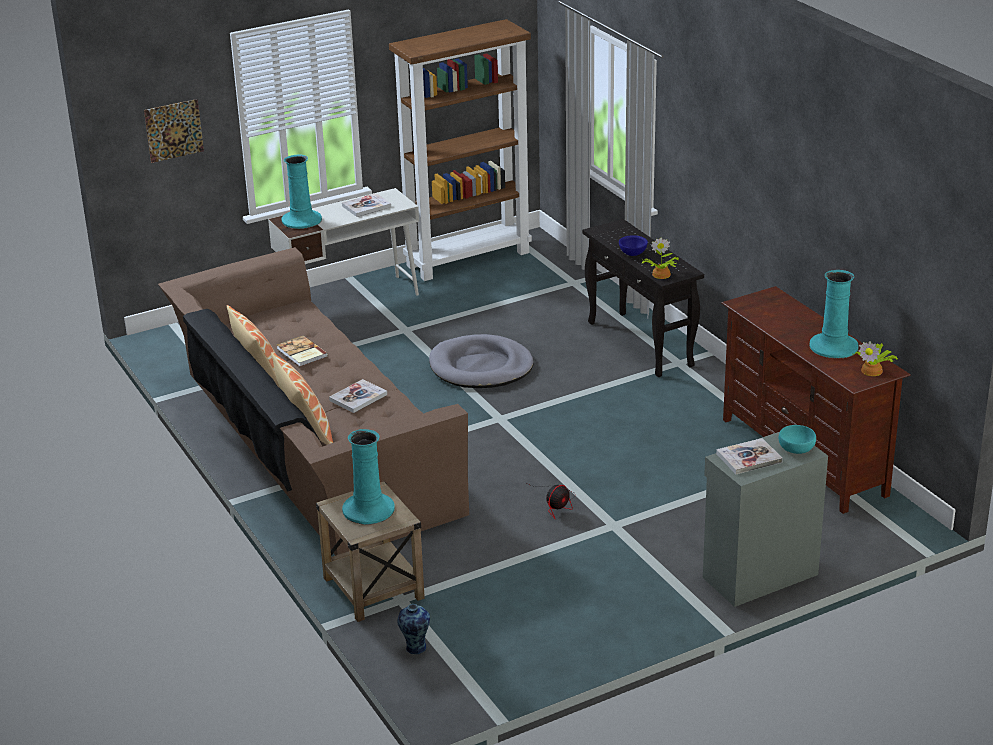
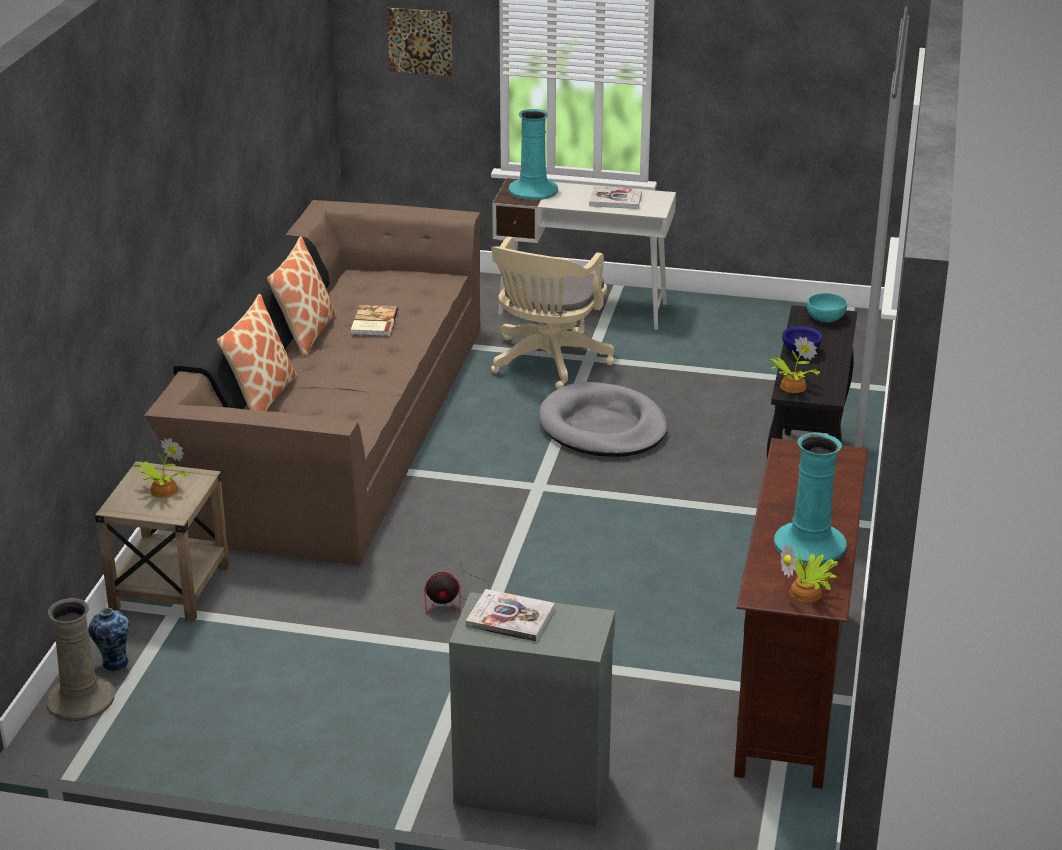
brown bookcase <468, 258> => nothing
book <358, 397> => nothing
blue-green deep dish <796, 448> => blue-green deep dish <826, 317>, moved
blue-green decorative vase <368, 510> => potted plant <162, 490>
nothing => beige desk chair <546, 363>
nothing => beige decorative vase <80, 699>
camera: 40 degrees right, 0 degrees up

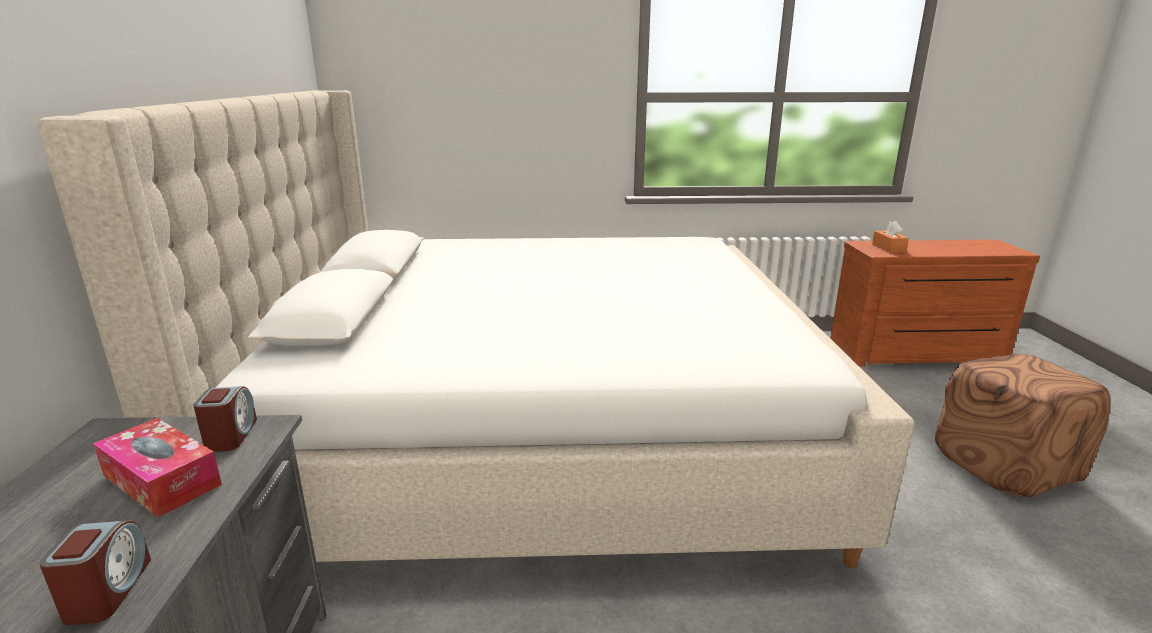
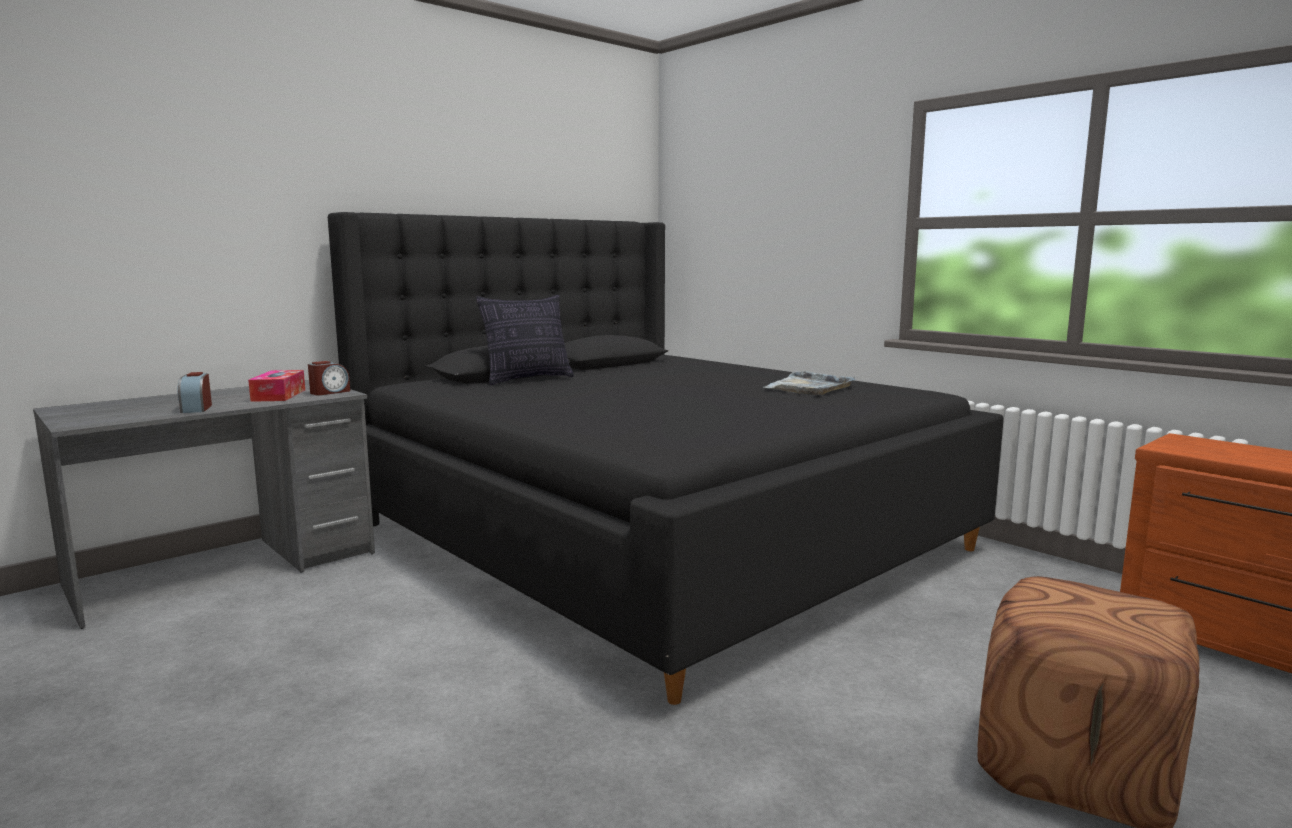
beige sleeping bed <537, 427> => black-coloured sleeping bed <654, 533>
orange box of tissues <888, 248> => nothing
table clock <108, 591> => table clock <196, 408>, 120 degrees clockwise
nothing => pillow <527, 379>
nothing => greyish carrying tray <808, 387>
camera: 50 degrees right, 10 degrees down

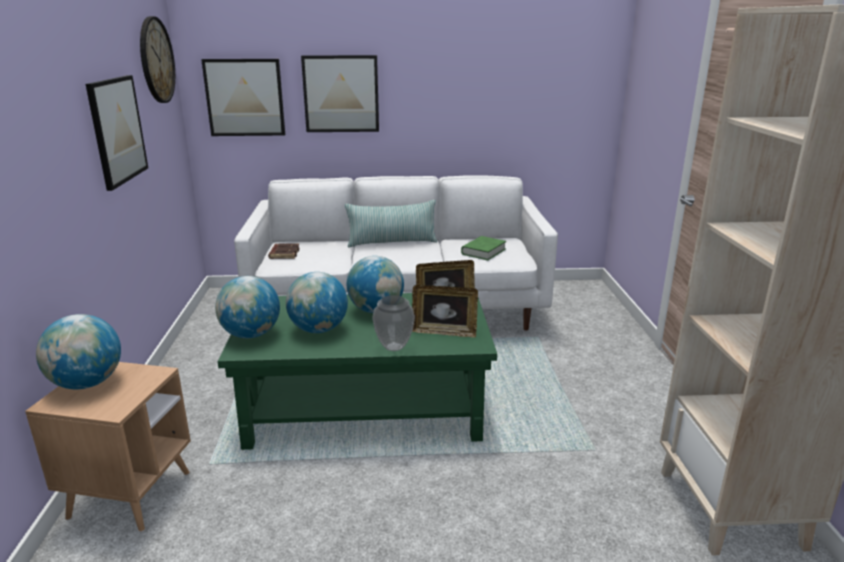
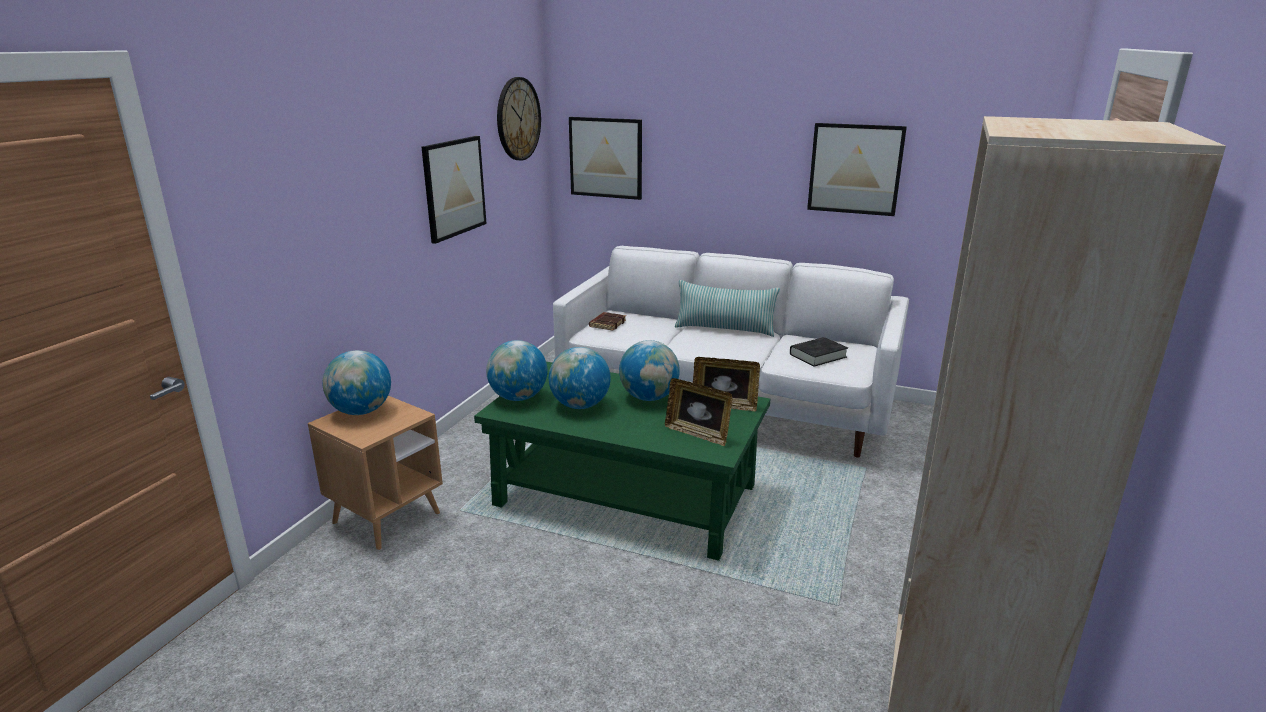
picture <341, 94> => picture <855, 169>, moved
green-coloured book <483, 252> => black-coloured book <818, 356>
decorative vase <394, 347> => nothing
camera: 25 degrees right, 0 degrees up

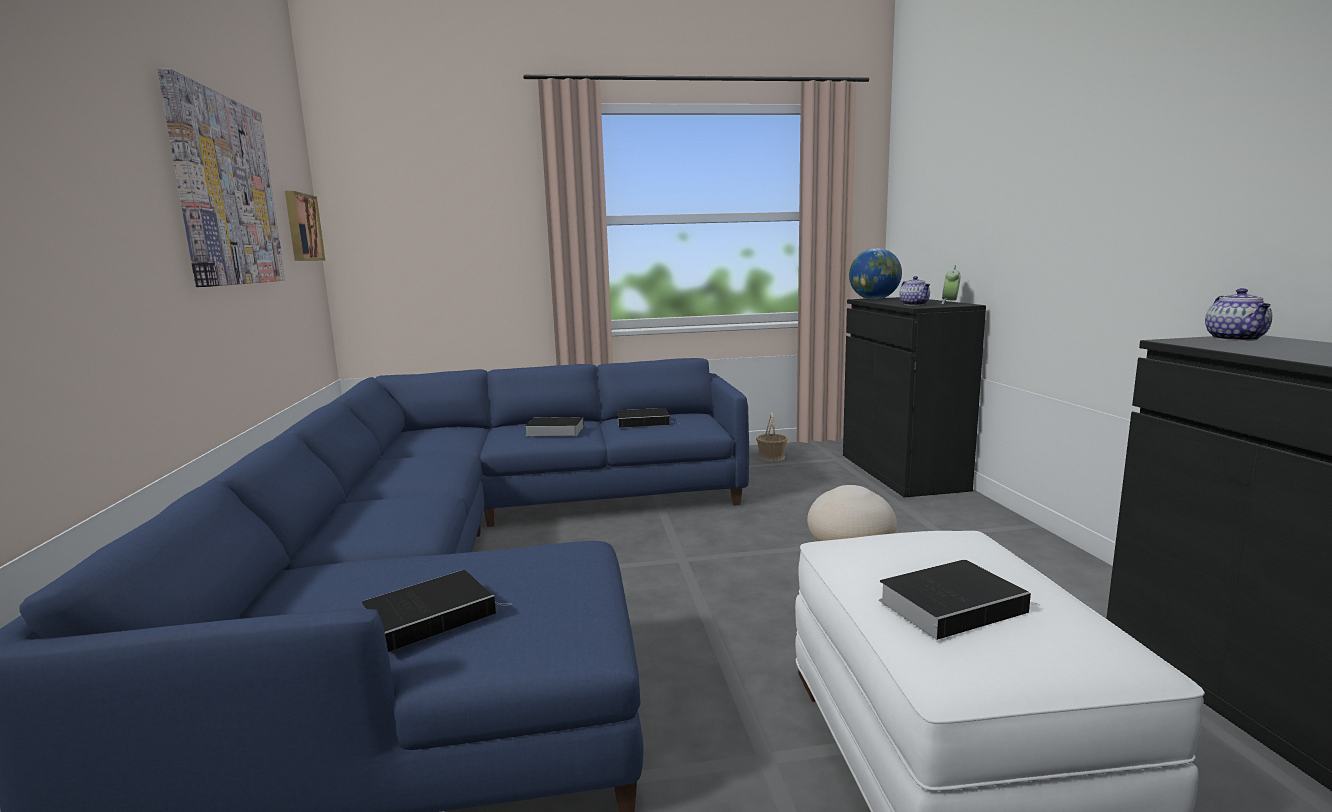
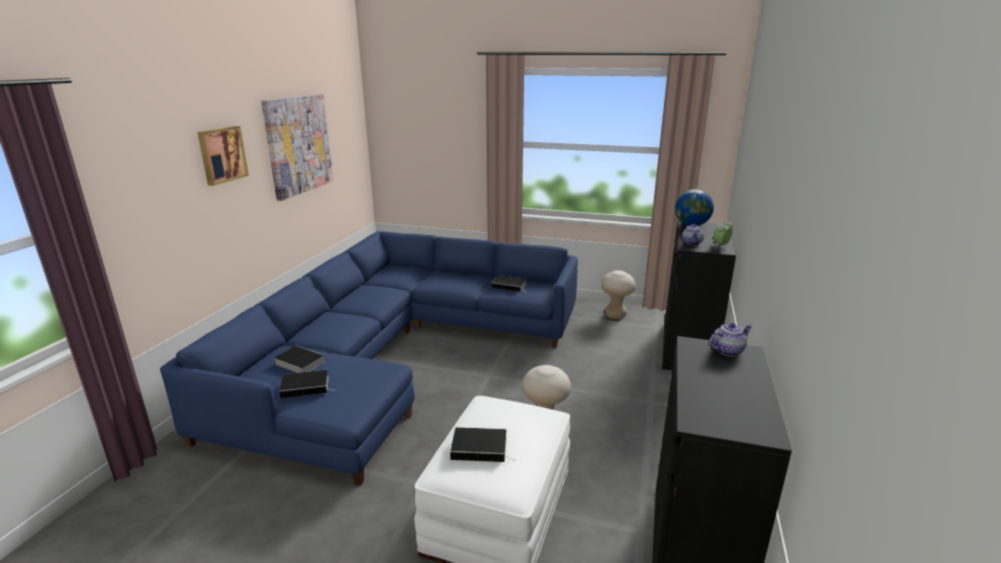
picture <301, 227> => picture <221, 154>, moved
tea pot <1236, 339> => tea pot <728, 350>, 150 degrees counterclockwise
household basket <772, 457> => beige stool <615, 315>
book <553, 431> => book <298, 362>, moved
camera: 25 degrees right, 10 degrees up

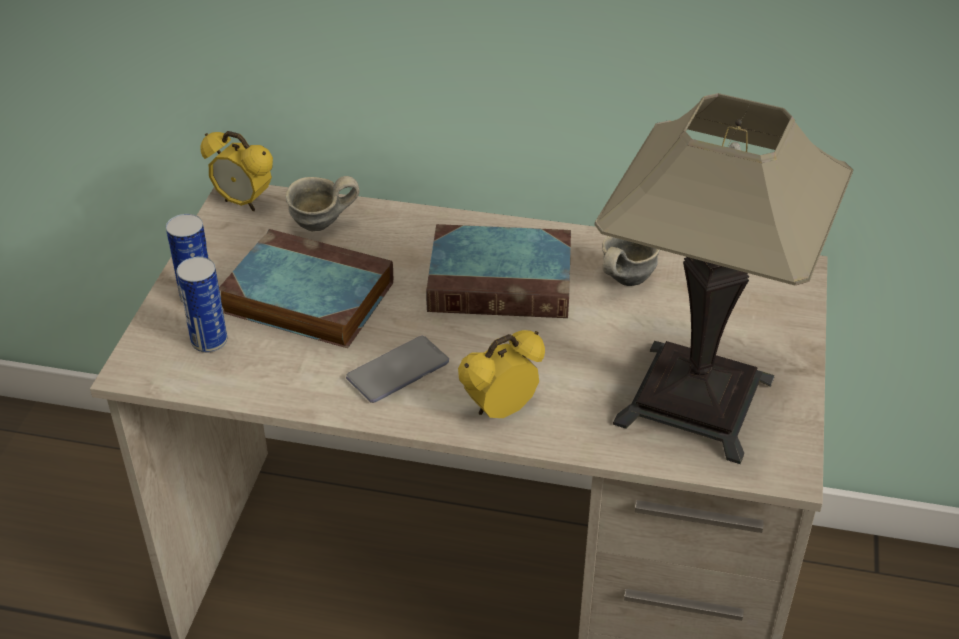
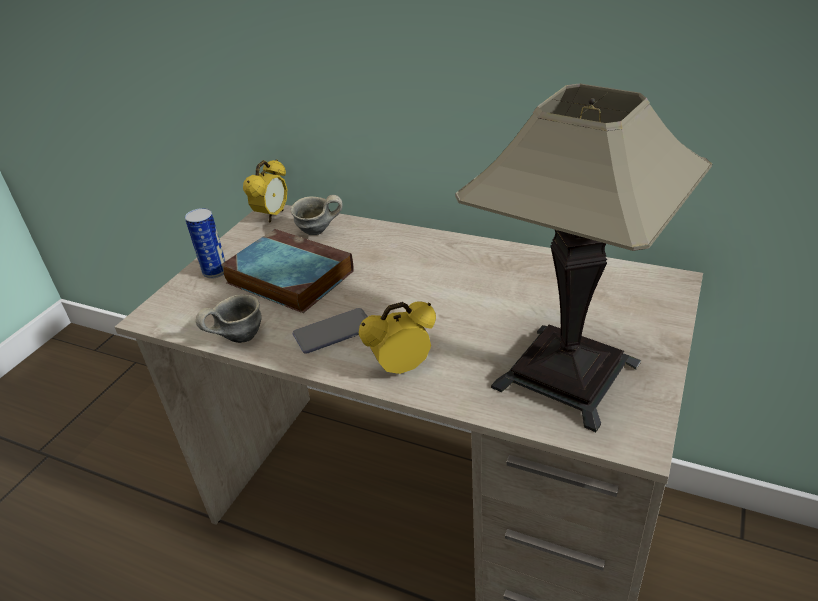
table clock <243, 203> => table clock <272, 216>, 105 degrees counterclockwise
book <503, 281> => nothing
greyish coffee mug <622, 280> => greyish coffee mug <237, 337>, moved
metal can <209, 341> => nothing
camera: 15 degrees right, 5 degrees down

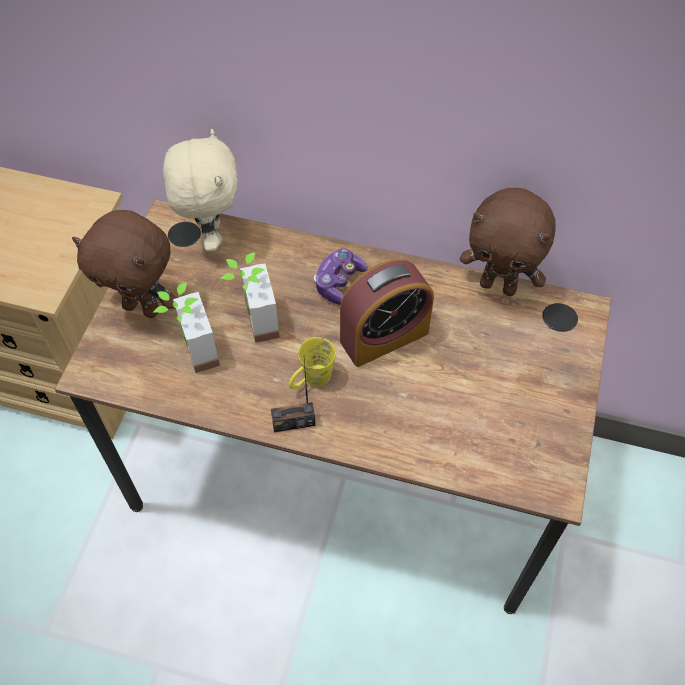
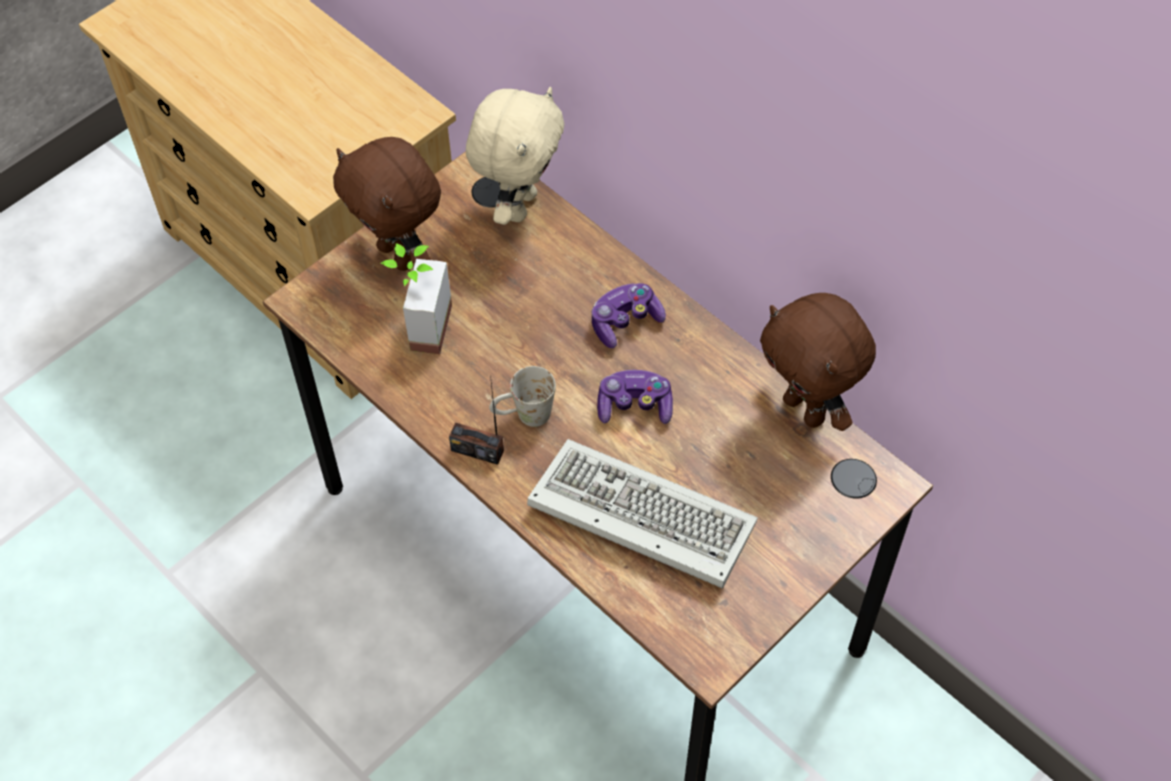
potted plant <252, 322> => nothing
table clock <384, 337> => gamepad <634, 406>
yellowish coffee mug <311, 381> => white coffee mug <523, 416>
nothing => computer keyboard <635, 517>
camera: 30 degrees right, 0 degrees up

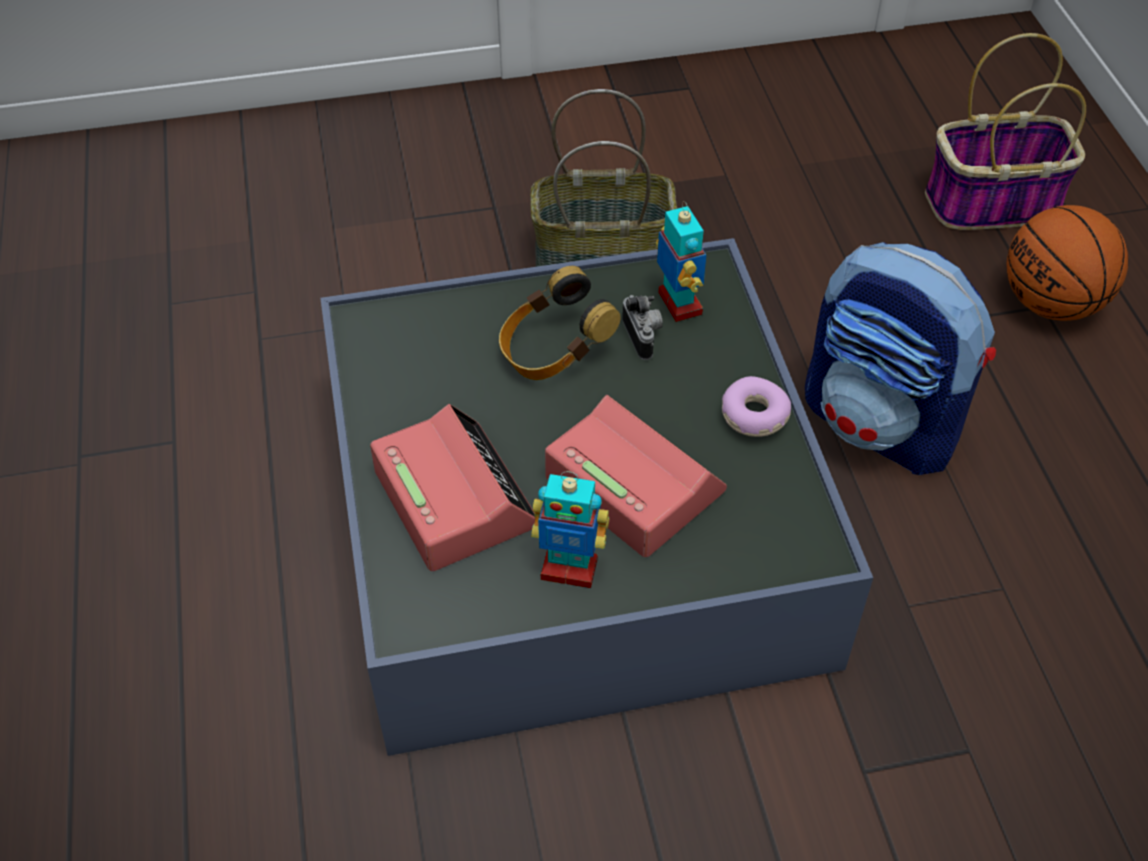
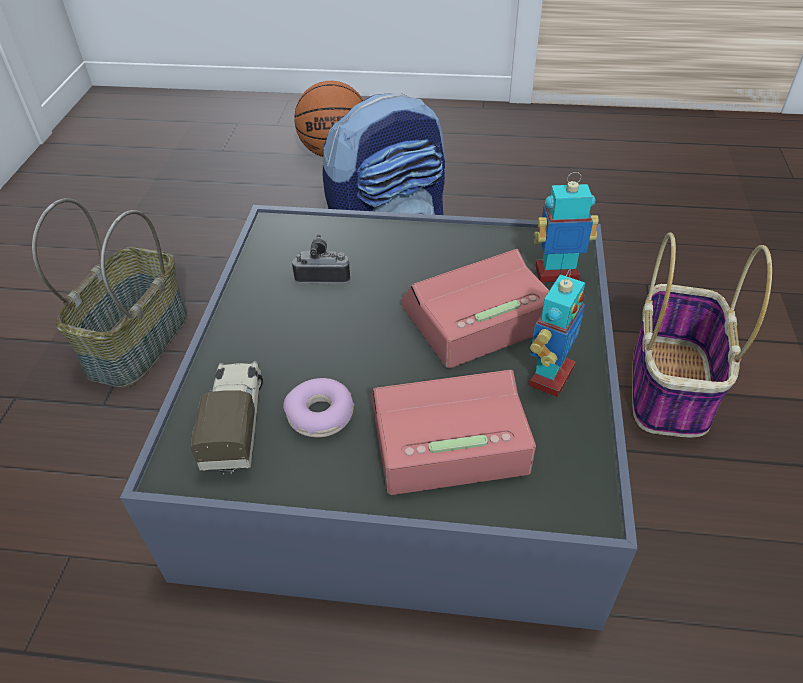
household basket <991, 204> => household basket <670, 388>, moved
robot figure <678, 304> => robot figure <557, 274>, moved
headphones <553, 352> => nothing
ring doughnut <754, 415> => ring doughnut <320, 415>, moved
nothing => toy truck <235, 423>
camera: 70 degrees left, 5 degrees down

